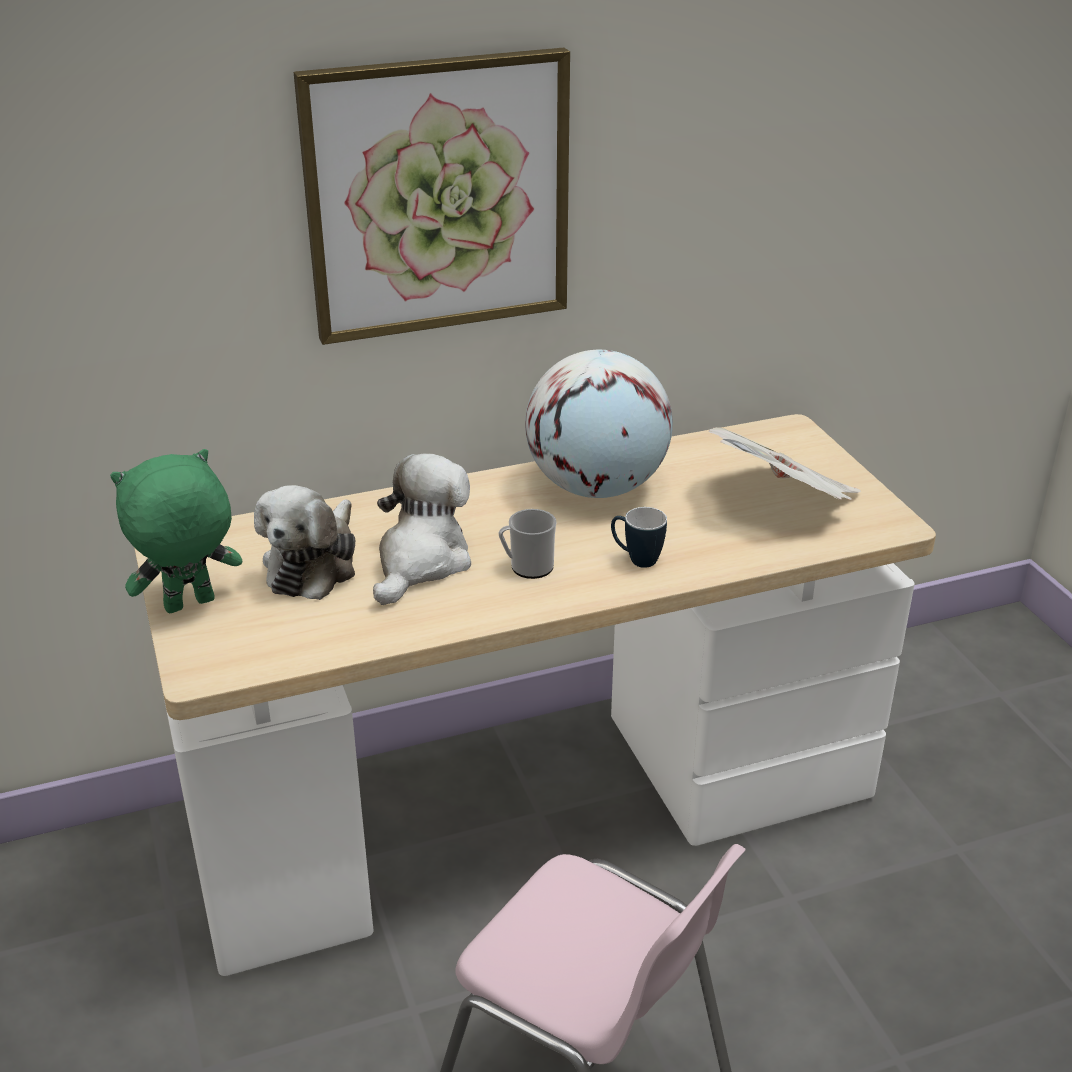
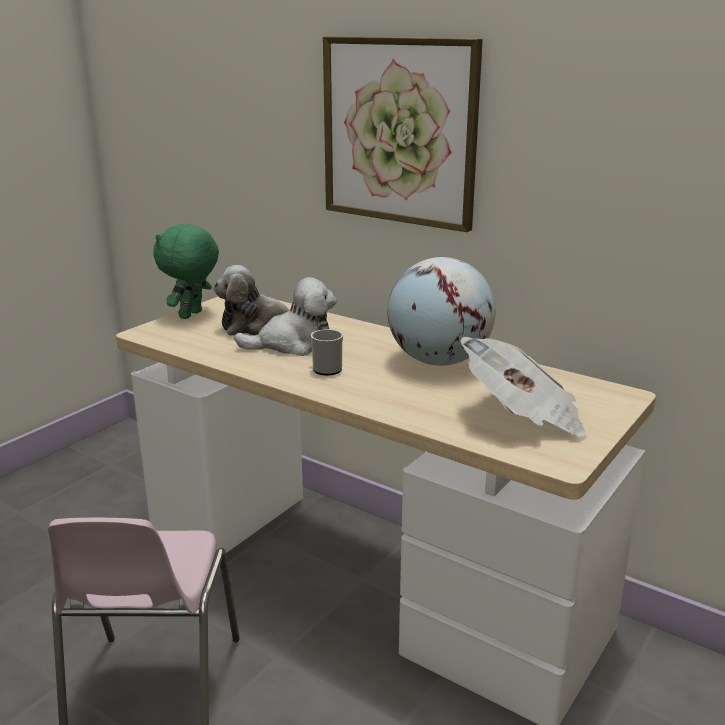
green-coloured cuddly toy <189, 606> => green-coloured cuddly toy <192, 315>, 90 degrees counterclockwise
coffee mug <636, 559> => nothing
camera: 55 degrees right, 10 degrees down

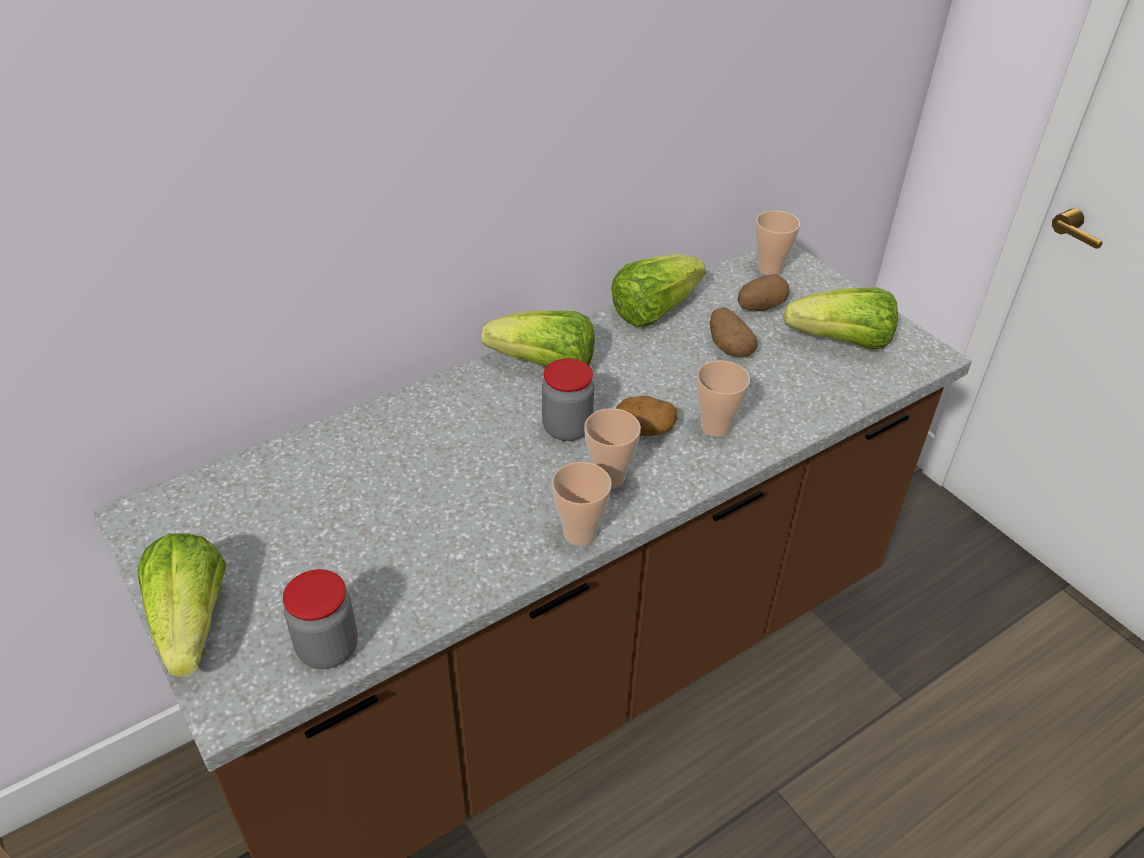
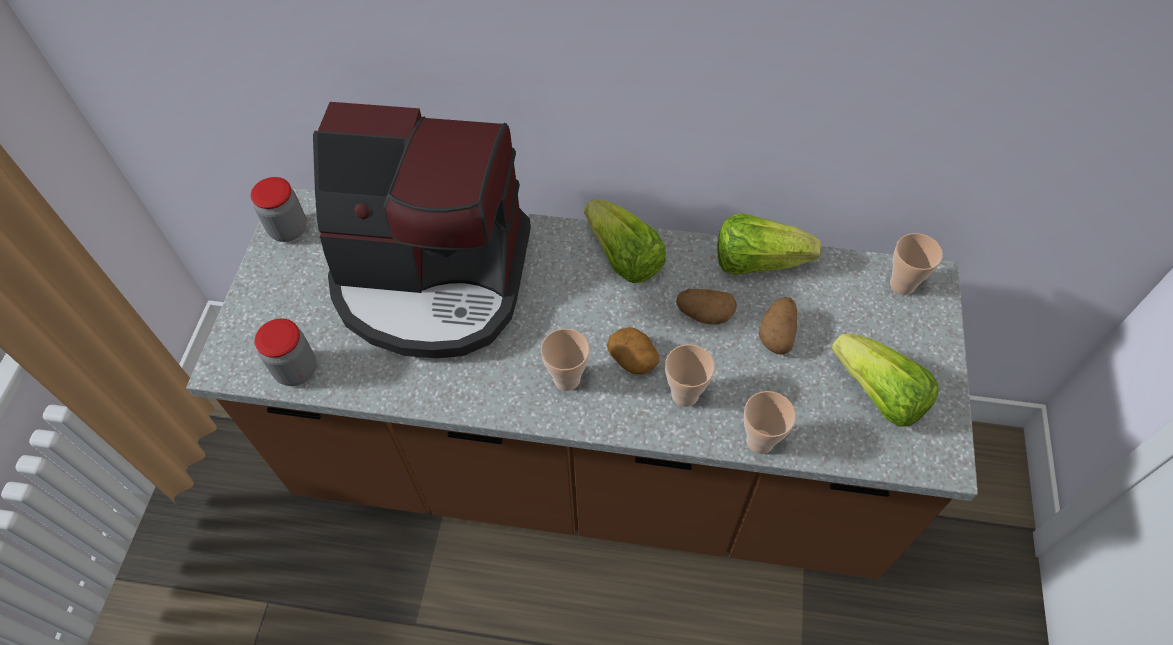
whole potato <760, 306> => whole potato <704, 314>, moved
preserve jar <567, 428> => preserve jar <288, 229>, moved
drinking cup <579, 533> => drinking cup <760, 441>, moved
lettuce head <192, 623> => nothing
nothing => coffee machine <433, 280>
camera: 45 degrees right, 15 degrees up

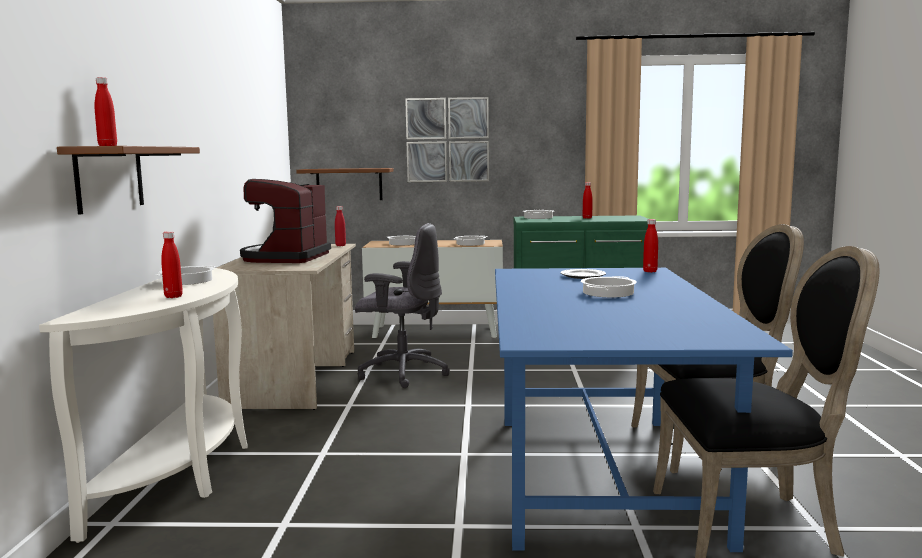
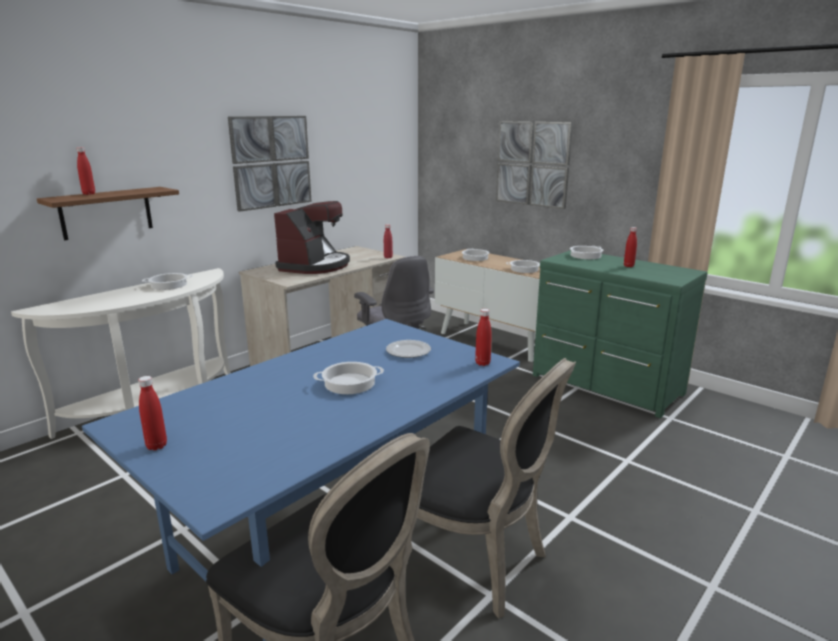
brown wall shelf <349, 184> => nothing
coffee machine <286, 258> => coffee machine <315, 266>, 150 degrees clockwise
red beverage bottle <173, 296> => red beverage bottle <156, 446>, moved
nothing => picture <271, 162>
camera: 40 degrees right, 10 degrees up

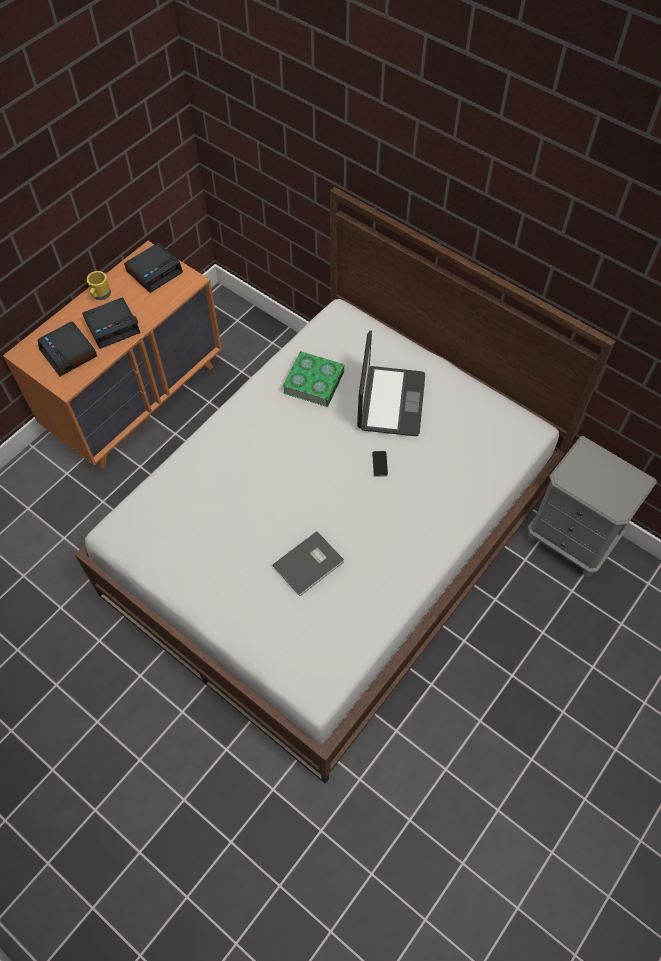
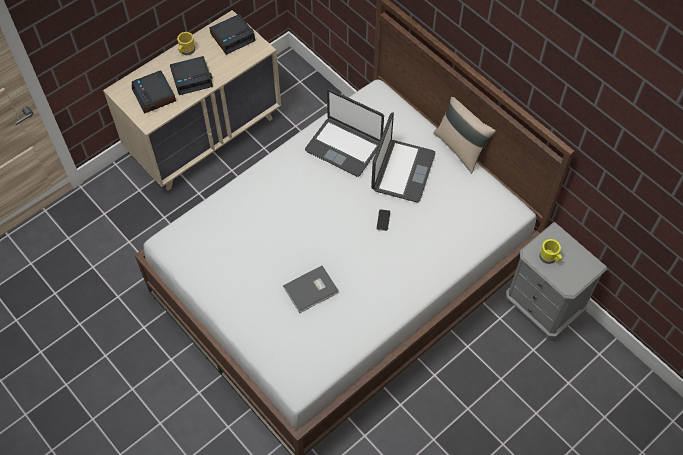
orange dresser <137, 398> => beige dresser <205, 136>
book <314, 382> => notebook computer <344, 146>
nothing => beige pillow <461, 148>
nothing => yellowish coffee mug <549, 258>
camera: 10 degrees right, 0 degrees up

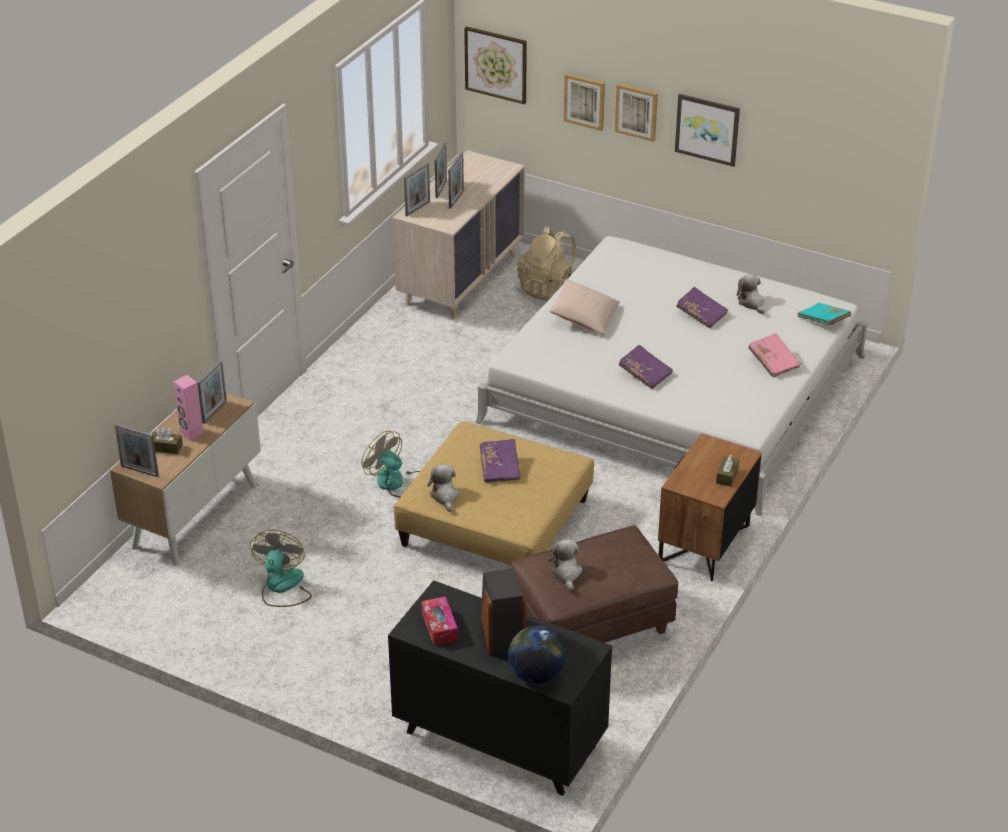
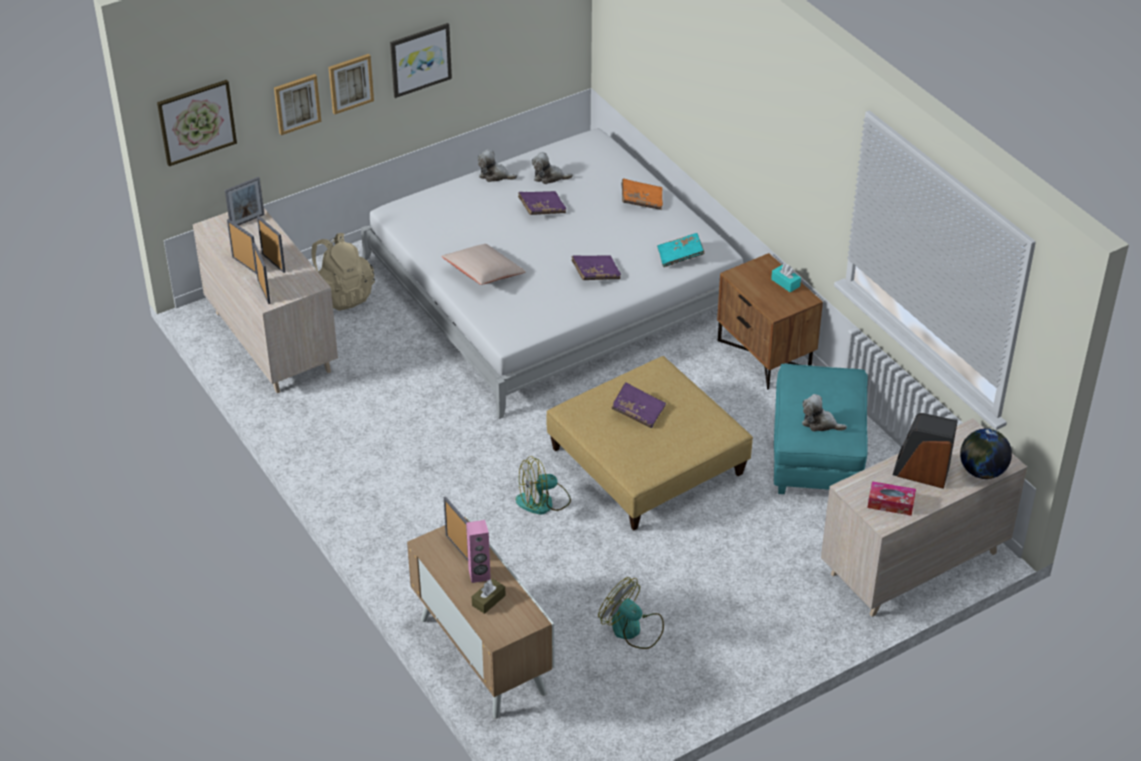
blue-green book <823, 321> => blue-green book <680, 256>, moved
pink-coloured book <773, 362> => orange book <641, 200>
photo frame <139, 471> => photo frame <247, 221>, moved
brown box of tissues <727, 476> => blue-green box of tissues <785, 283>
cuddly toy <445, 496> => cuddly toy <495, 175>, moved
brown pouffe <592, 625> => blue-green pouffe <816, 457>
black-coloured dresser <499, 739> => beige dresser <913, 564>
camera: 60 degrees left, 5 degrees up

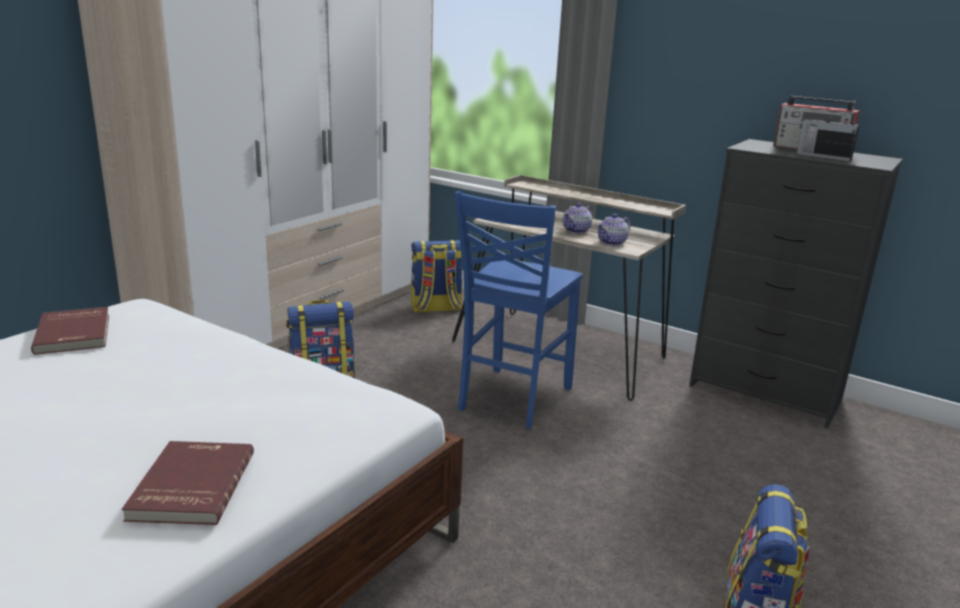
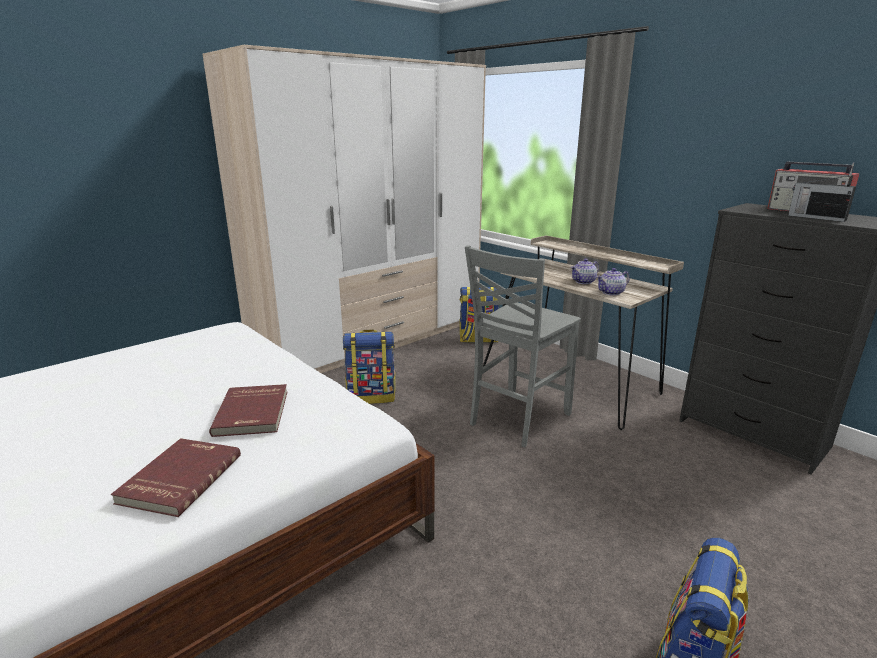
blue-coloured chair <512, 399> => greyish chair <517, 419>
red book <75, 333> => red book <253, 412>, moved
camera: 15 degrees right, 0 degrees up

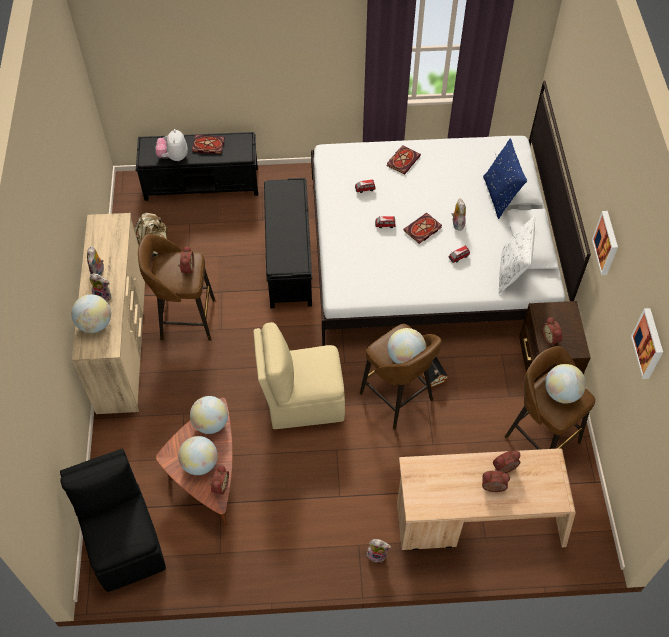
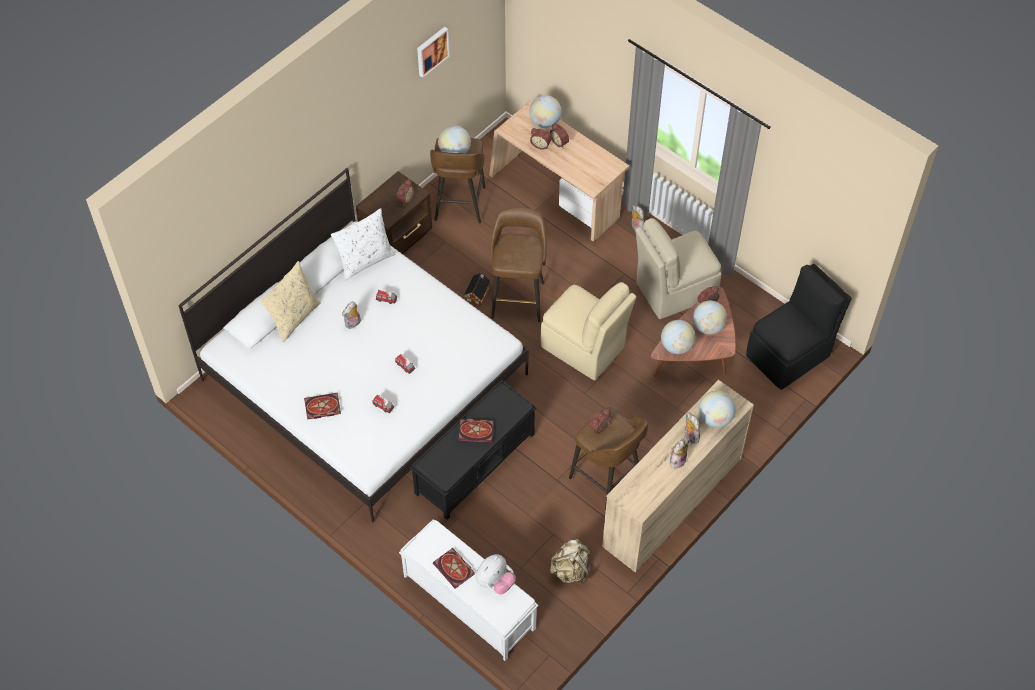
black-coloured long seat <202, 183> => white long seat <468, 601>
blue-coloured pillow <500, 196> => beige pillow <294, 317>
picture <607, 243> => nothing
book <422, 230> => book <477, 431>, moved
world globe <405, 357> => world globe <545, 122>, moved
black-coloured chair <126, 543> => black-coloured chair <790, 355>, 150 degrees counterclockwise
nothing => beige chair <674, 290>
camera: 135 degrees left, 0 degrees up

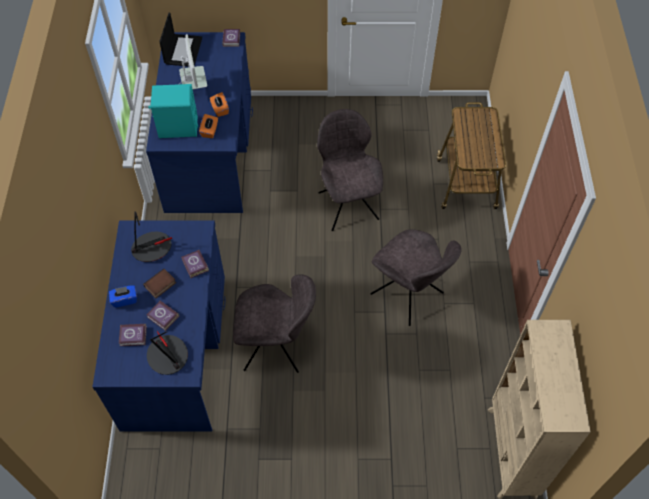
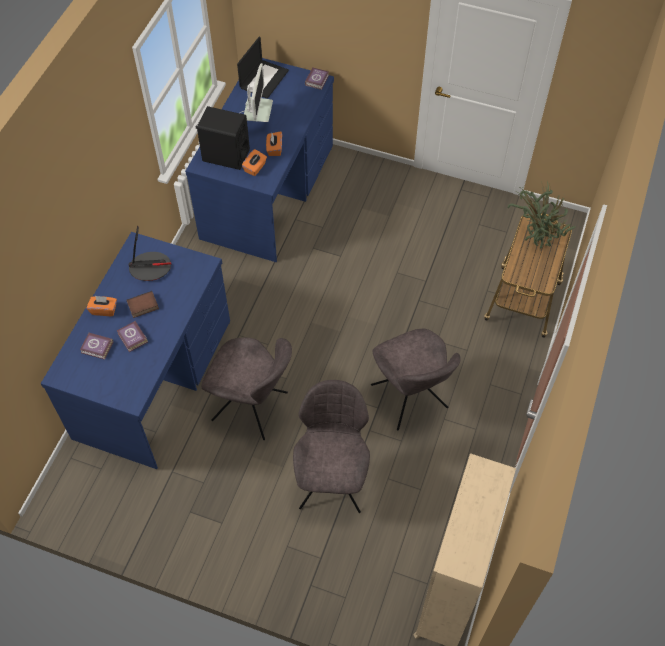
blue-green audio speaker <178, 127> => black-coloured audio speaker <225, 155>
greyish chair <347, 203> => greyish chair <332, 479>, moved
book <195, 266> => nothing
blue-coloured box of tissues <124, 299> => orange box of tissues <104, 310>
tabletop lamp <167, 355> => nothing
nothing => potted plant <537, 240>
camera: 20 degrees right, 0 degrees up

